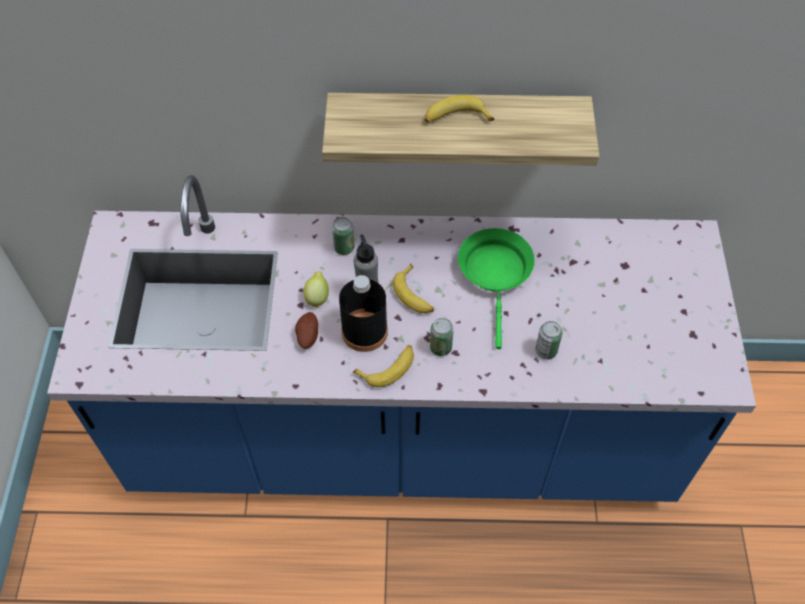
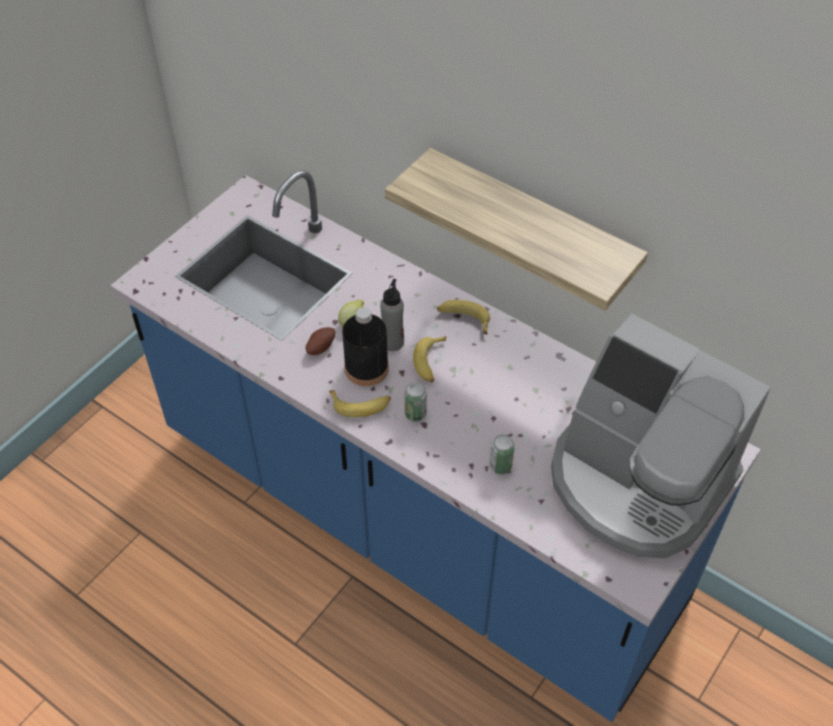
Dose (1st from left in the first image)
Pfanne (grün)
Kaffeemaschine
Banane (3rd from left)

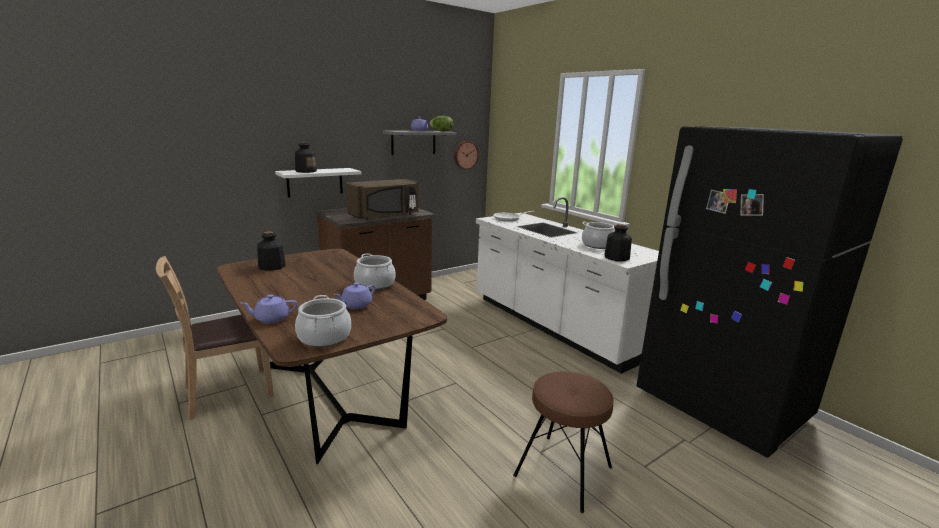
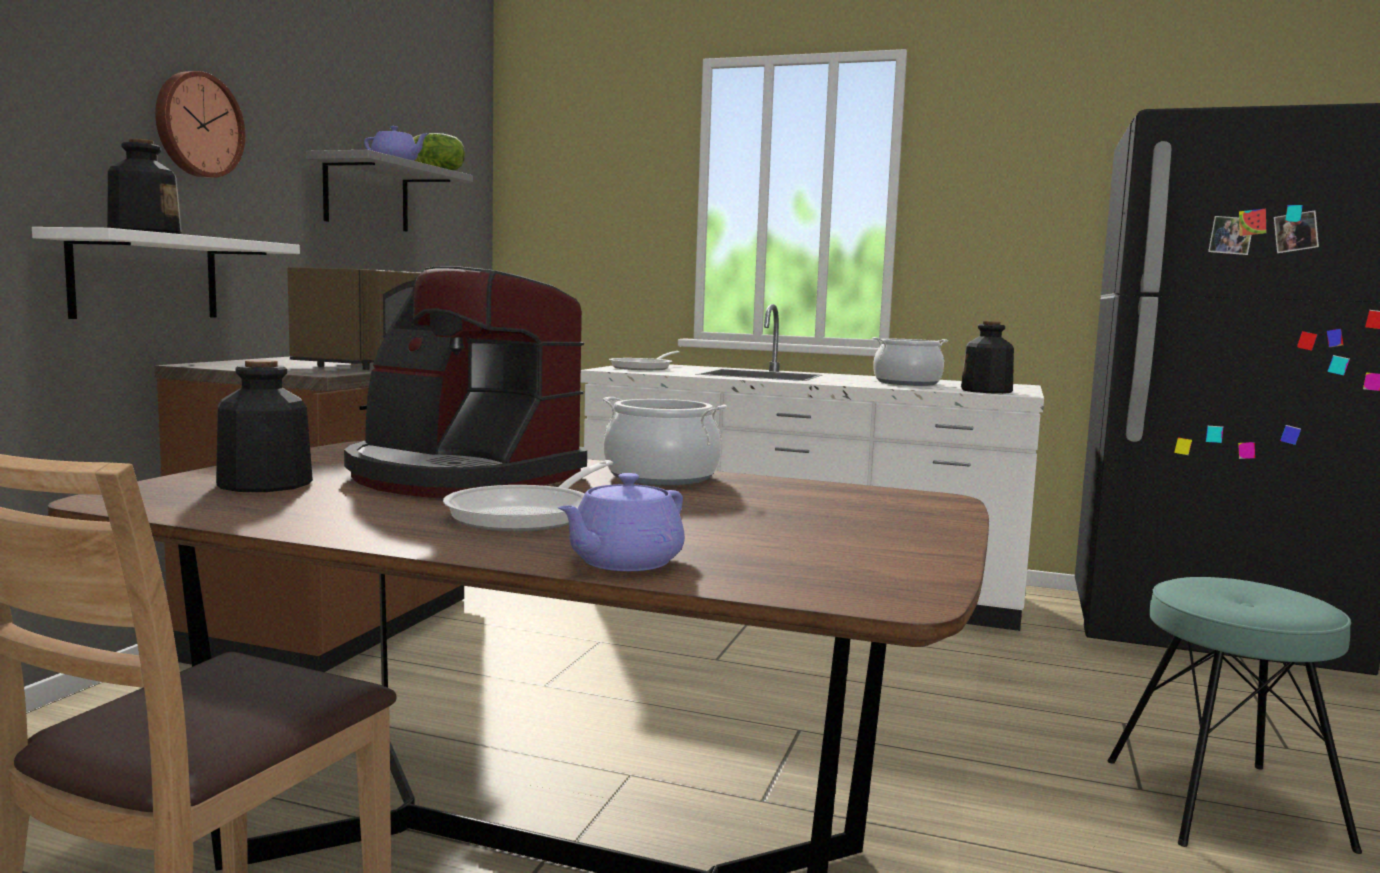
Kochtopf (1st from left in the first image)
Teekanne (lila) (2nd from left in the first image)
Kaffeemaschine
Pfanne (1st from left)
Wanduhr
Hocker (türkis)

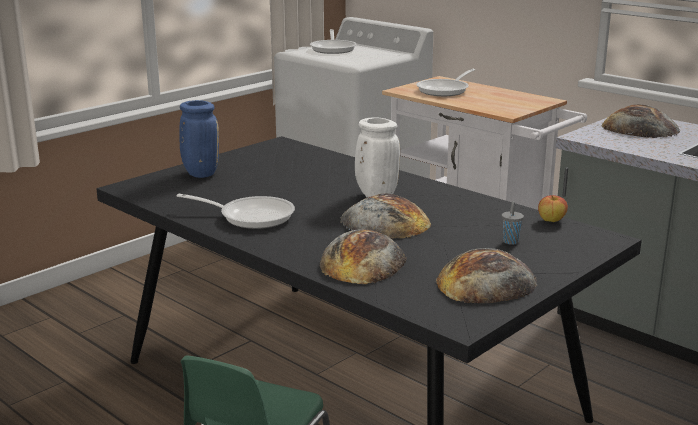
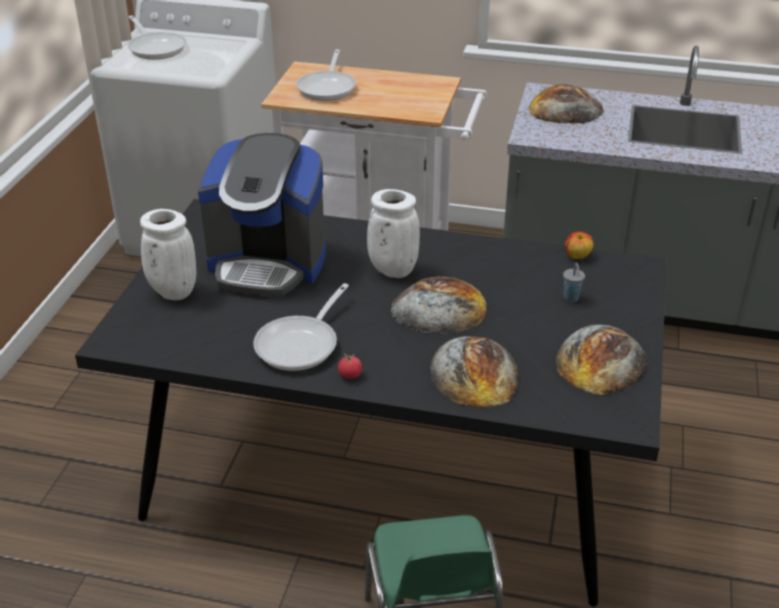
Kaffeemaschine
Tomate
Vase (weiß) (1st from left)
Pfanne (2nd from left)

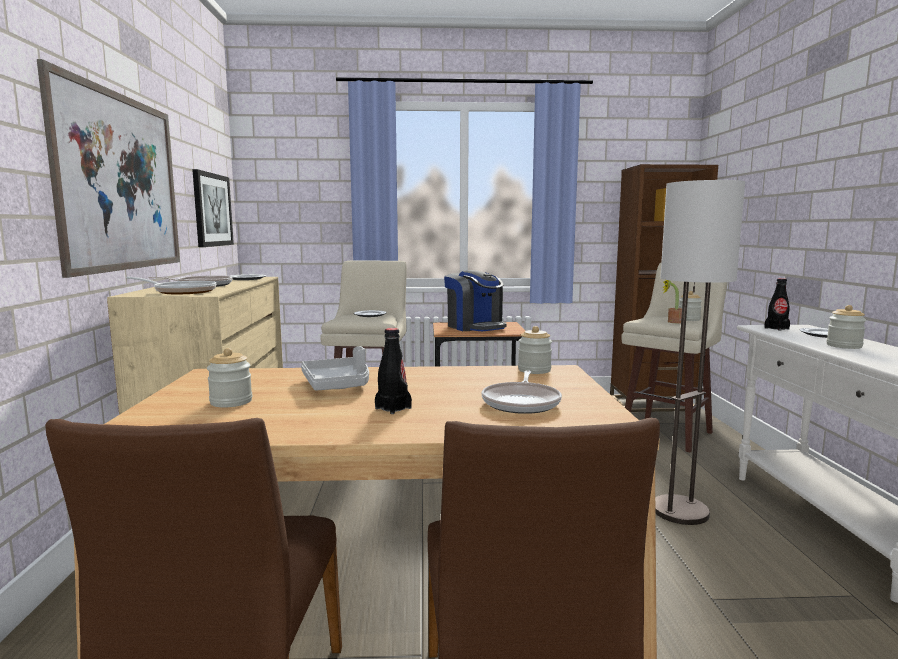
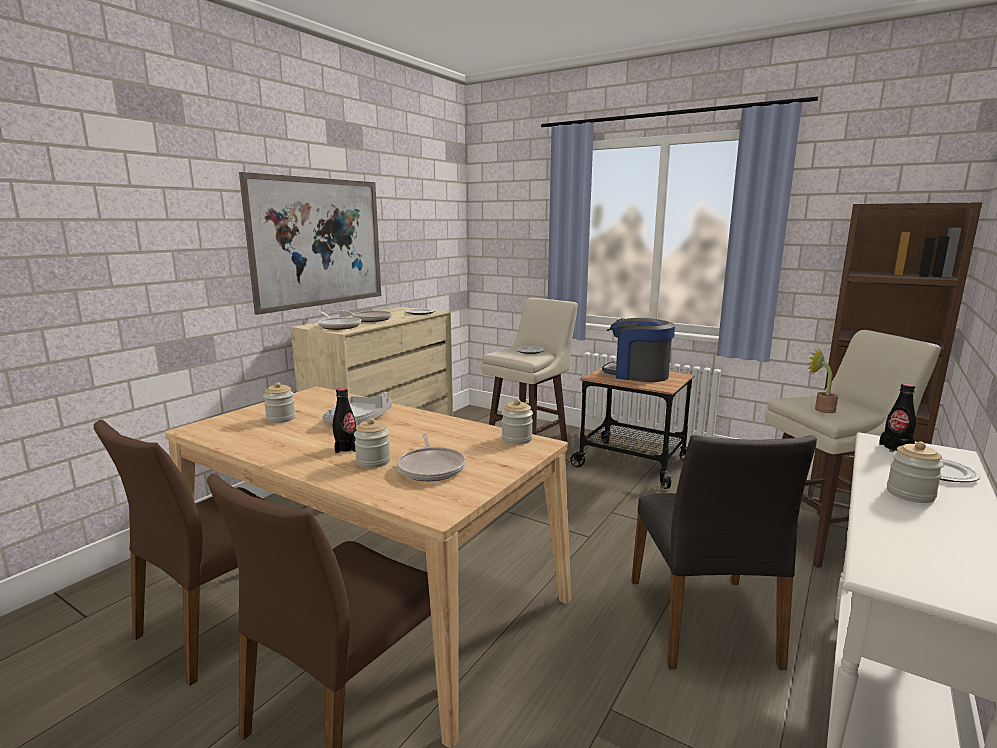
Bild (2nd from left in the first image)
Vorratsglas (2nd from left)
Stuhl (grau)
Kaffeemaschine
Pfanne (3rd from left)

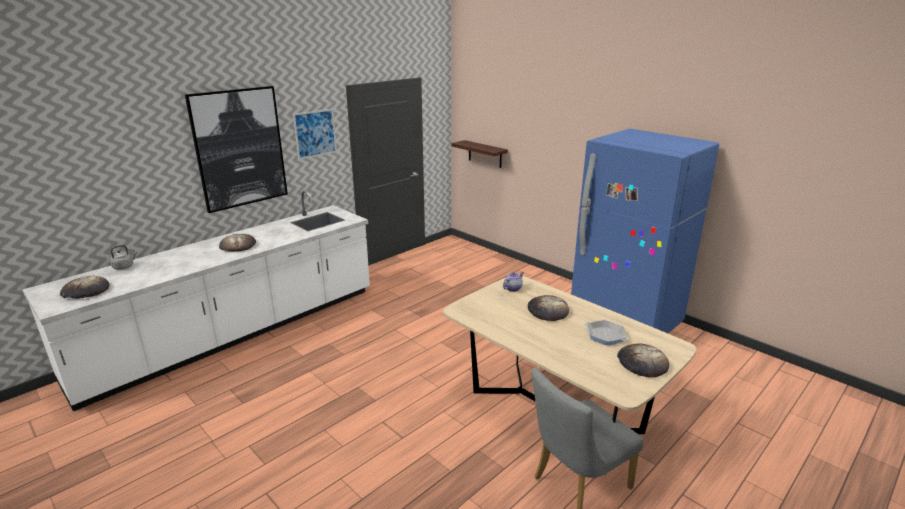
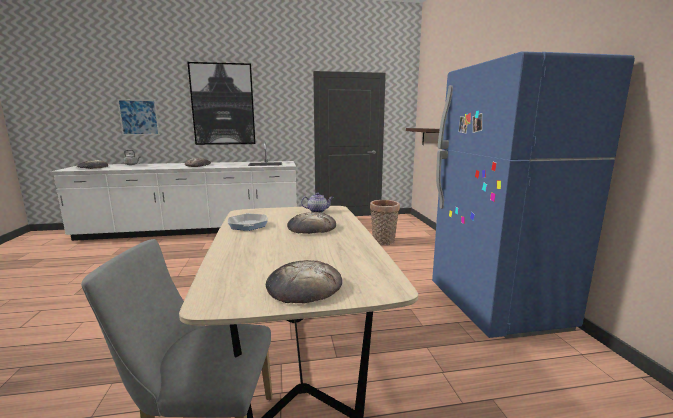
Korb
Bild (1st from left)
Pfanne

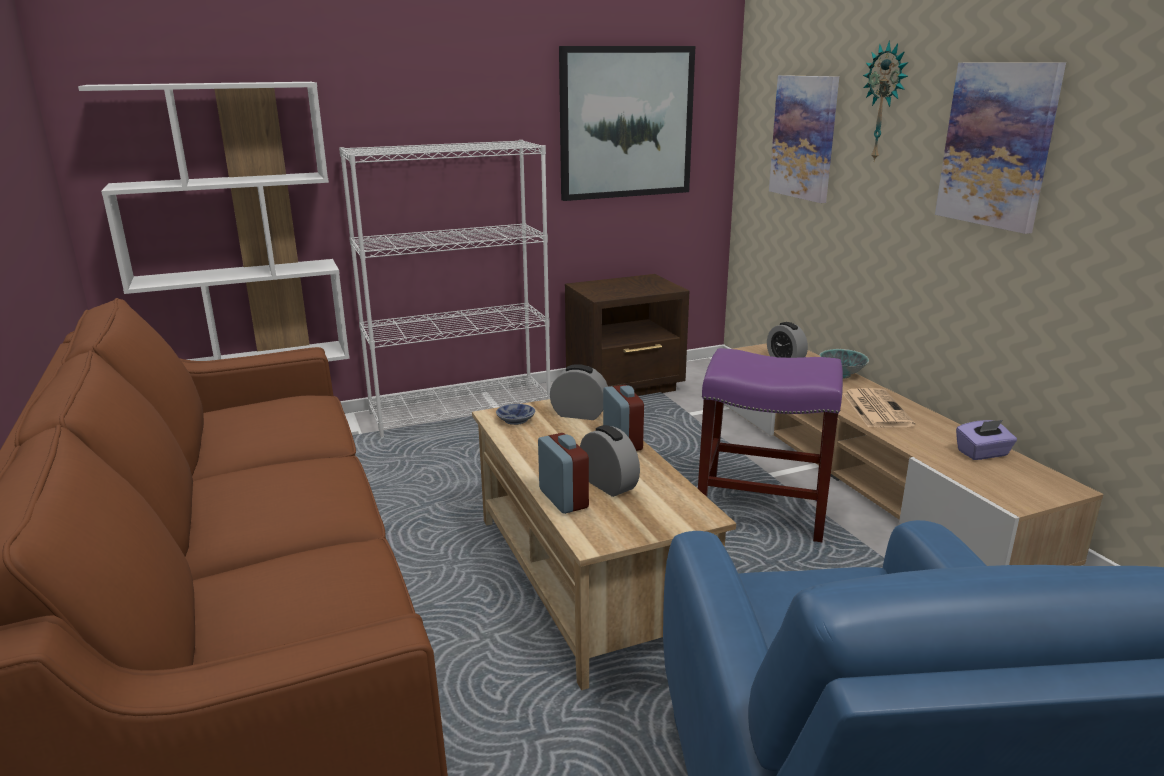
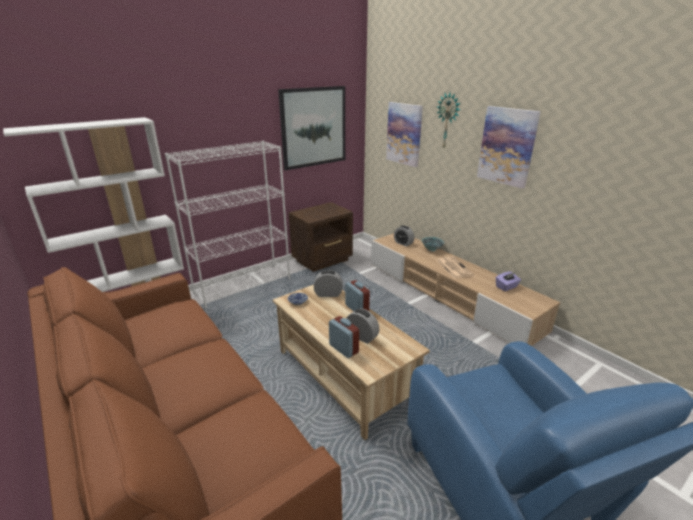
Hocker (lila)

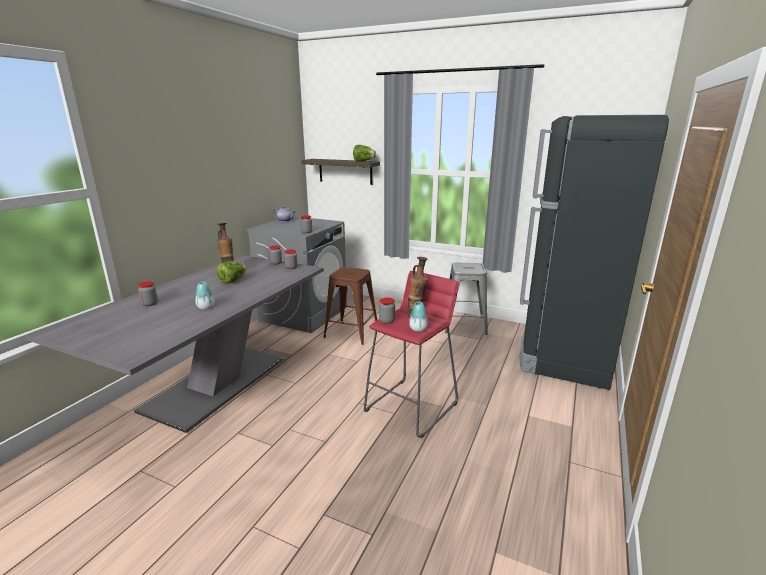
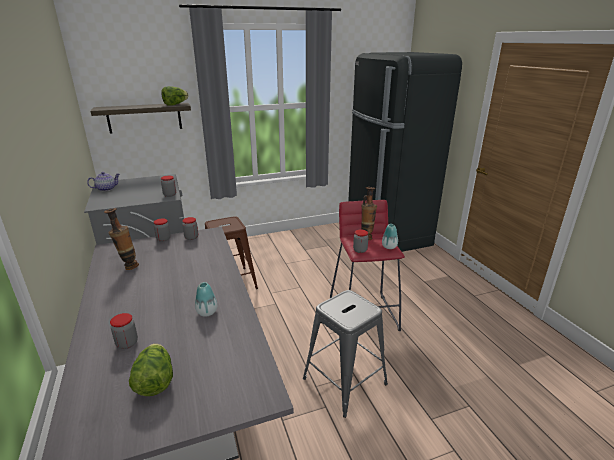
Salatkopf (1st from left)
Hocker (grau)

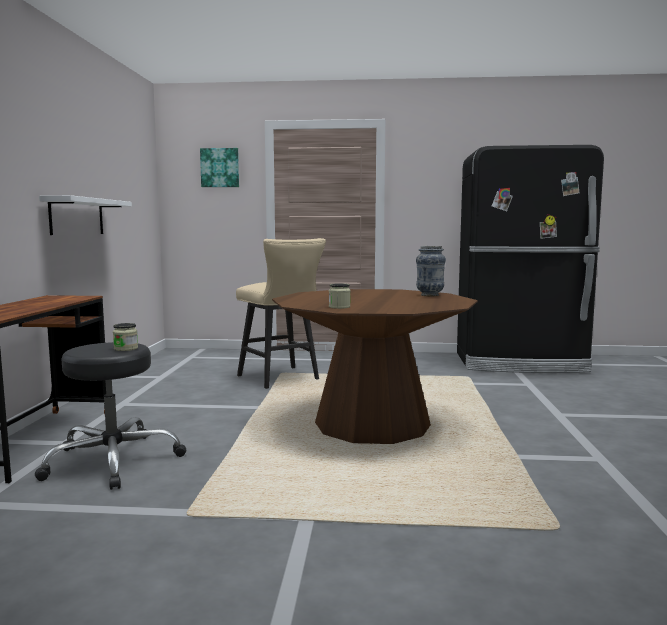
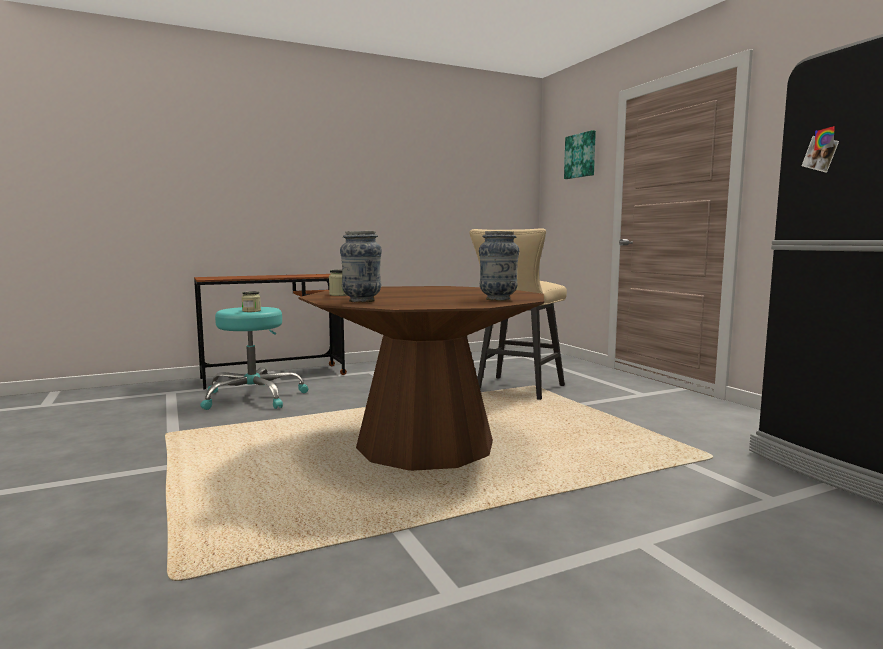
Wandregal (weiß)
Vase (1st from left)
Hocker (türkis)

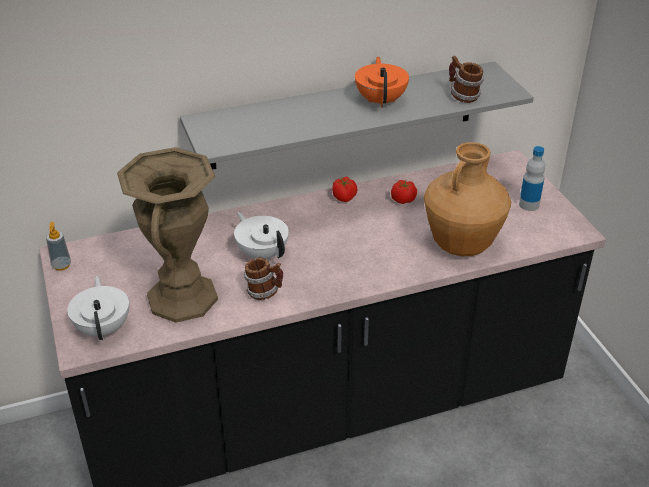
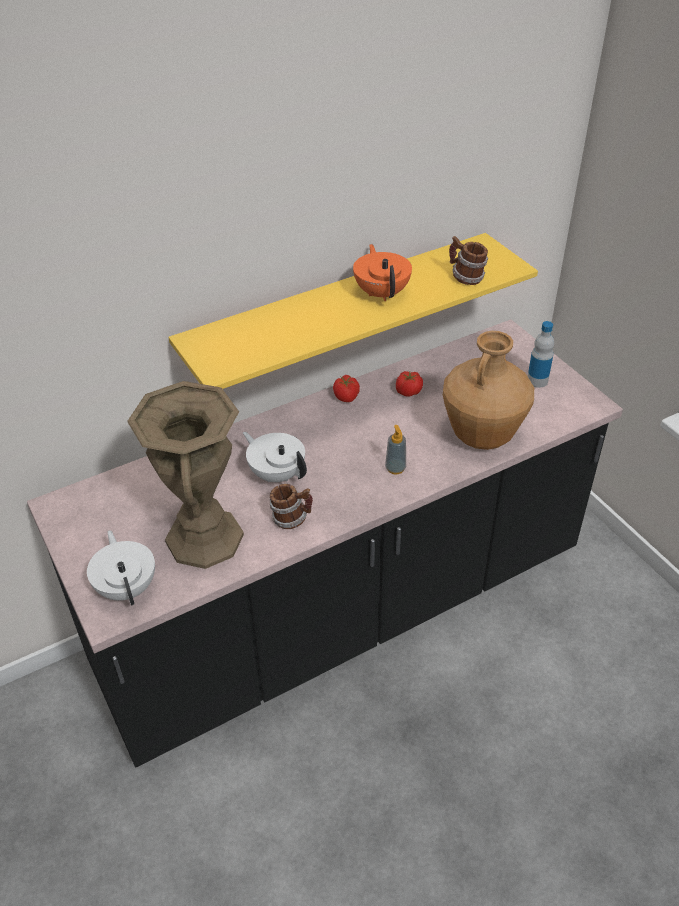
Seifenspender
Wandregal (gelb)

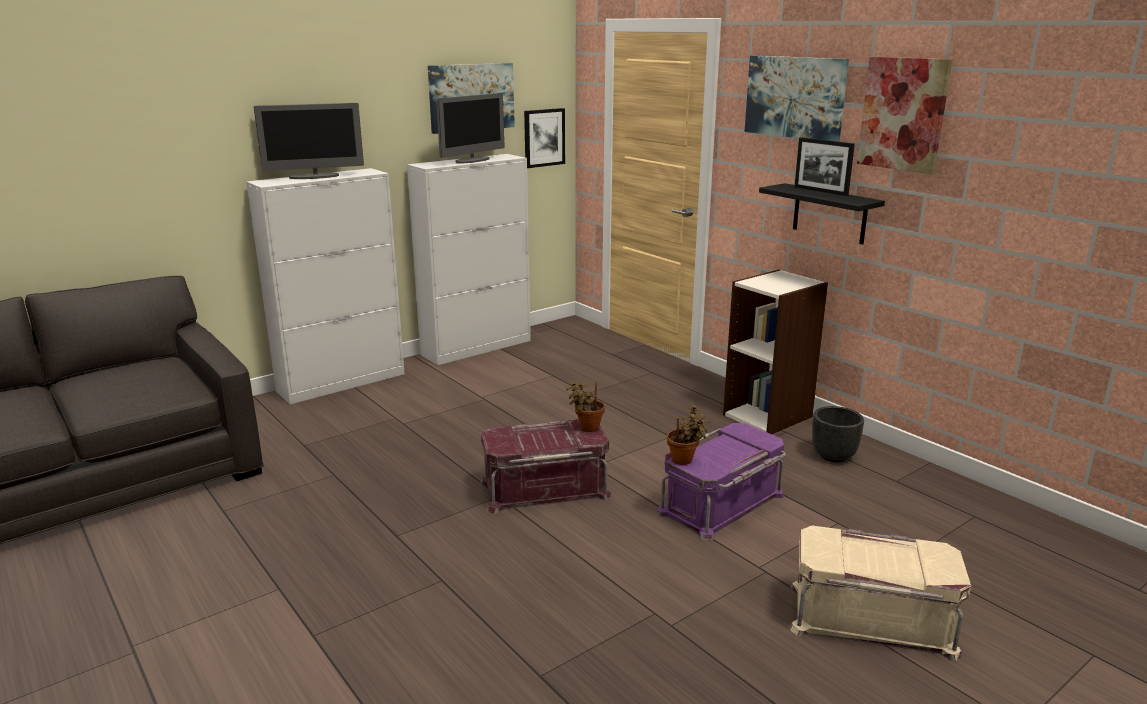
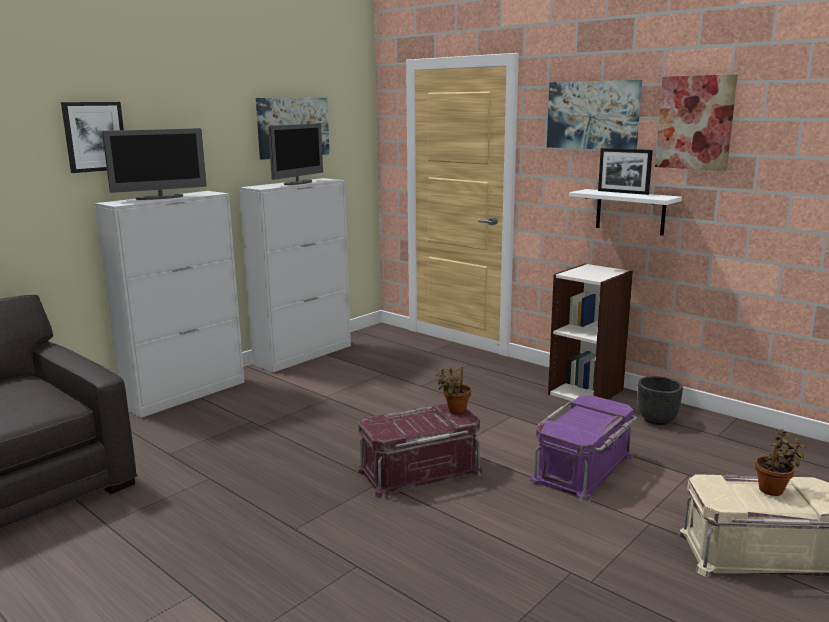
Bild (1st from left)
Topfpflanze (2nd from left)
Wandregal (weiß)

